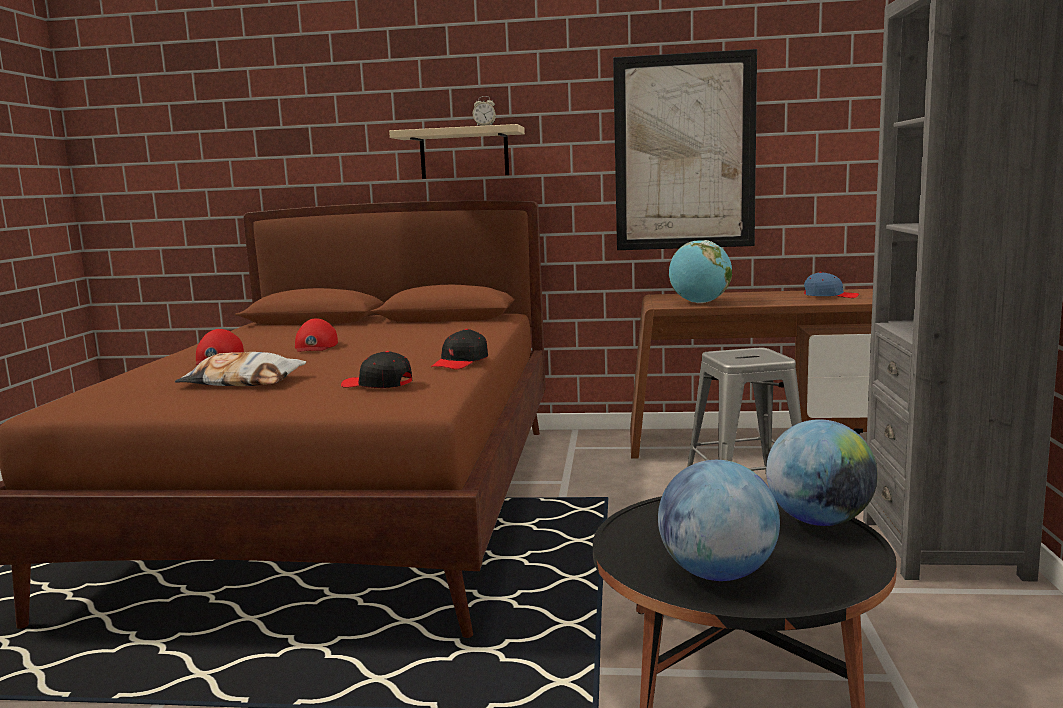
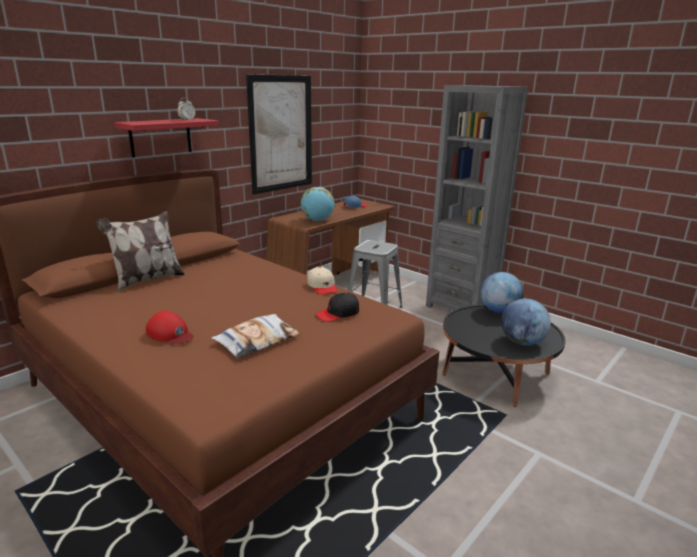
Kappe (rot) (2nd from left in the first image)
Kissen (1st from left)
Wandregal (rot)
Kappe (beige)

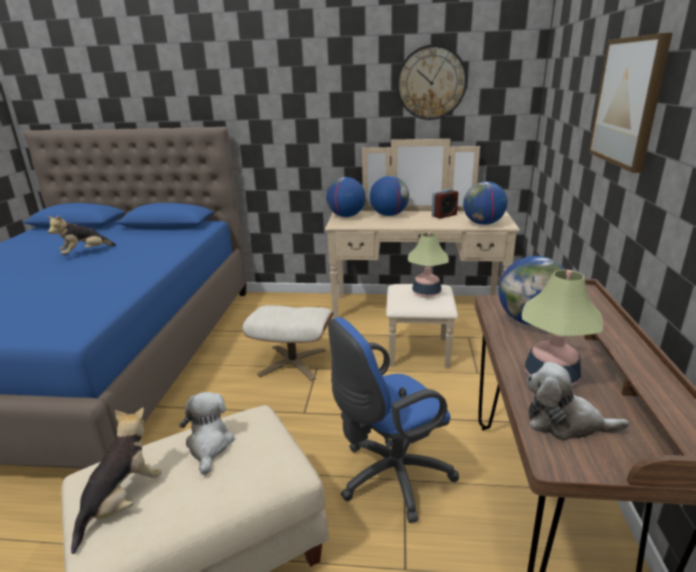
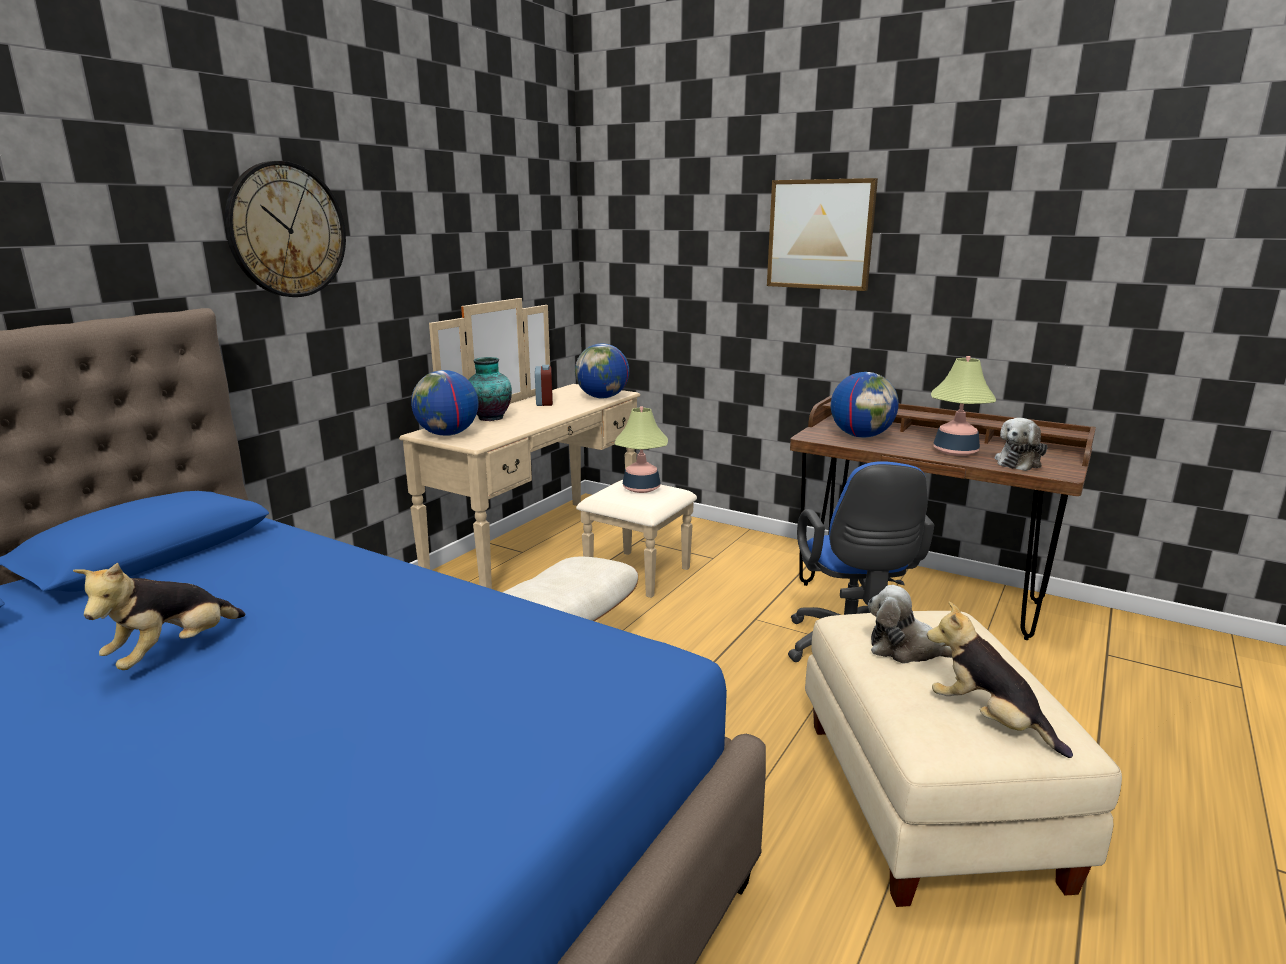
Wanduhr
Vase
Plüschtier (1st from left)

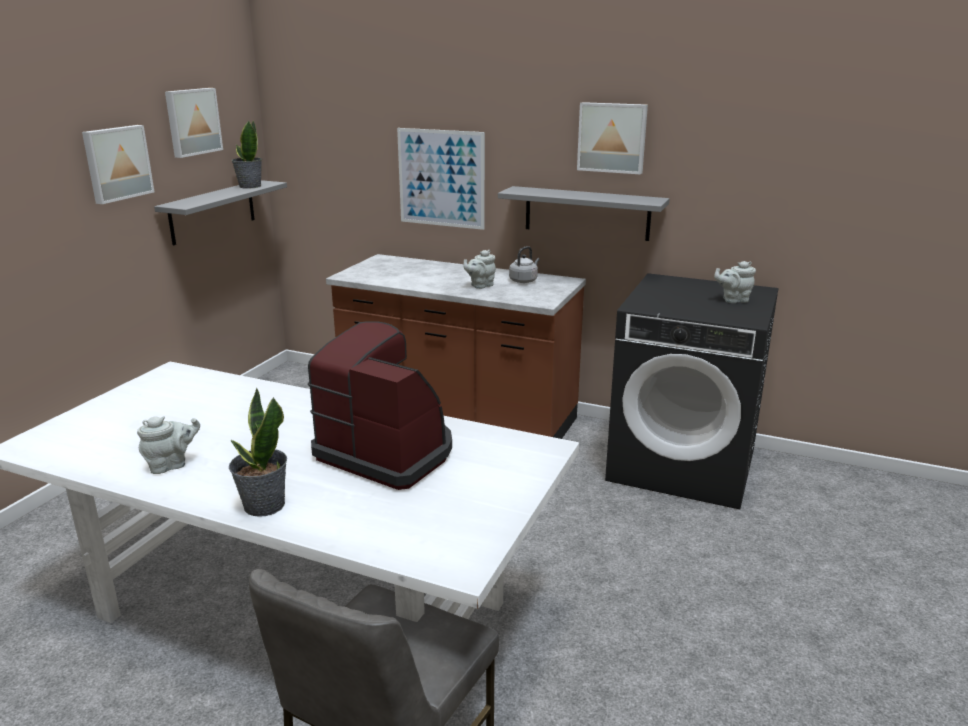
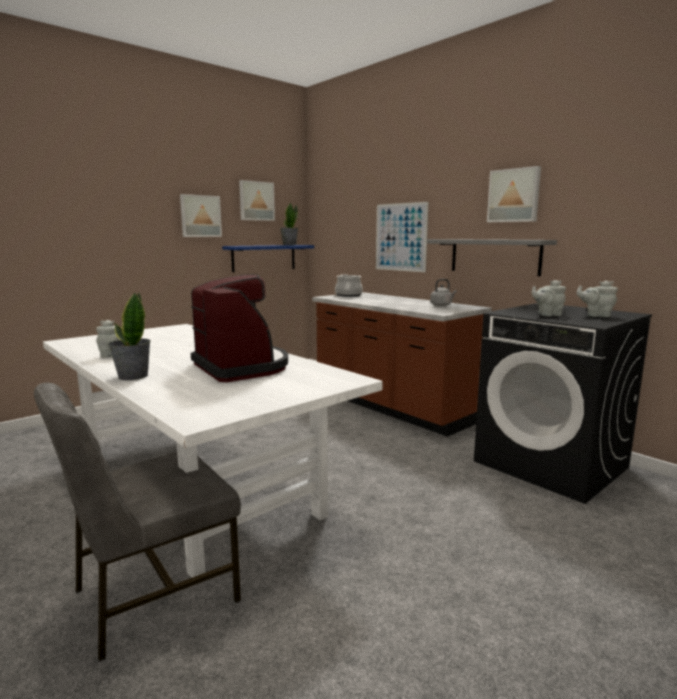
Kochtopf
Teekanne (grau) (2nd from left)
Wandregal (blau)

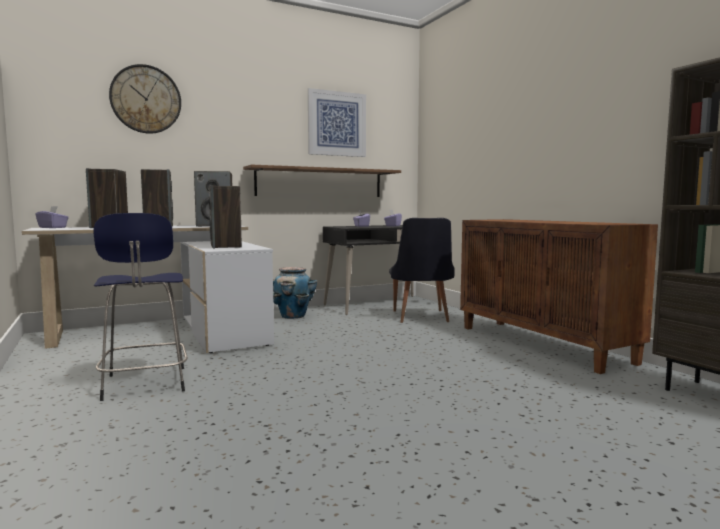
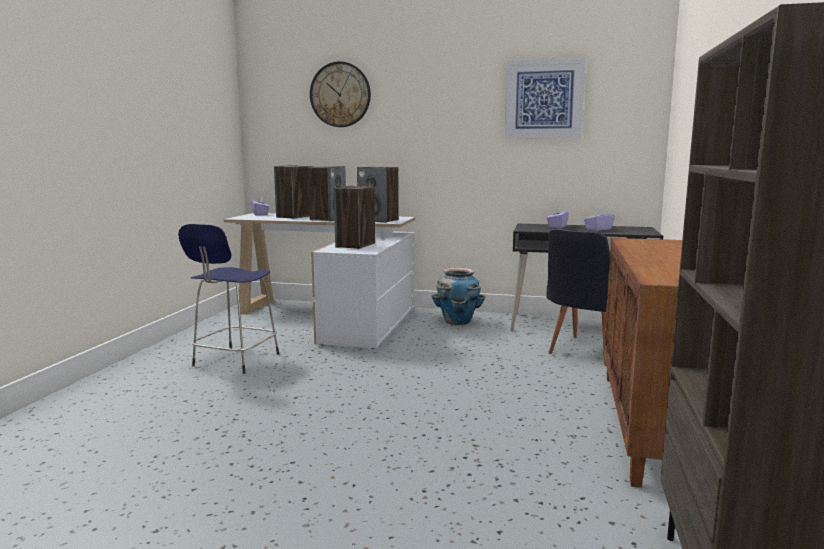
Wandregal (braun)

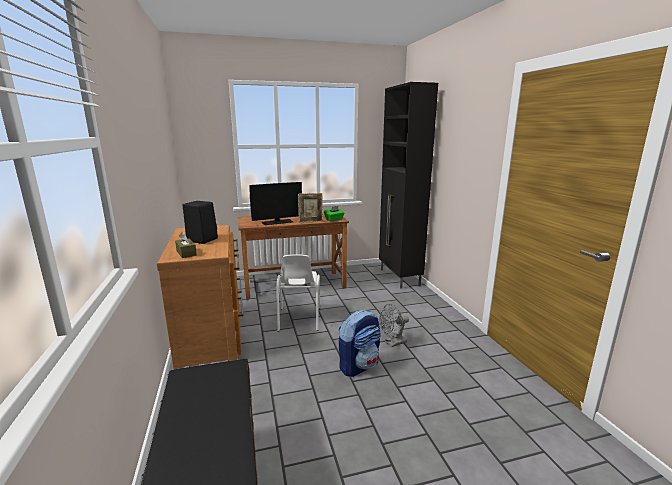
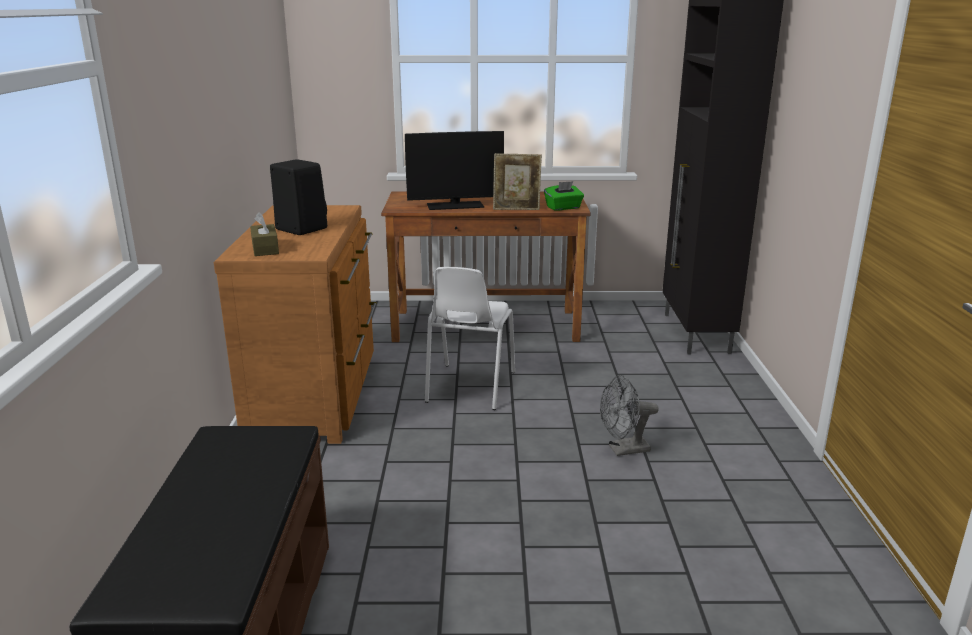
Rucksack

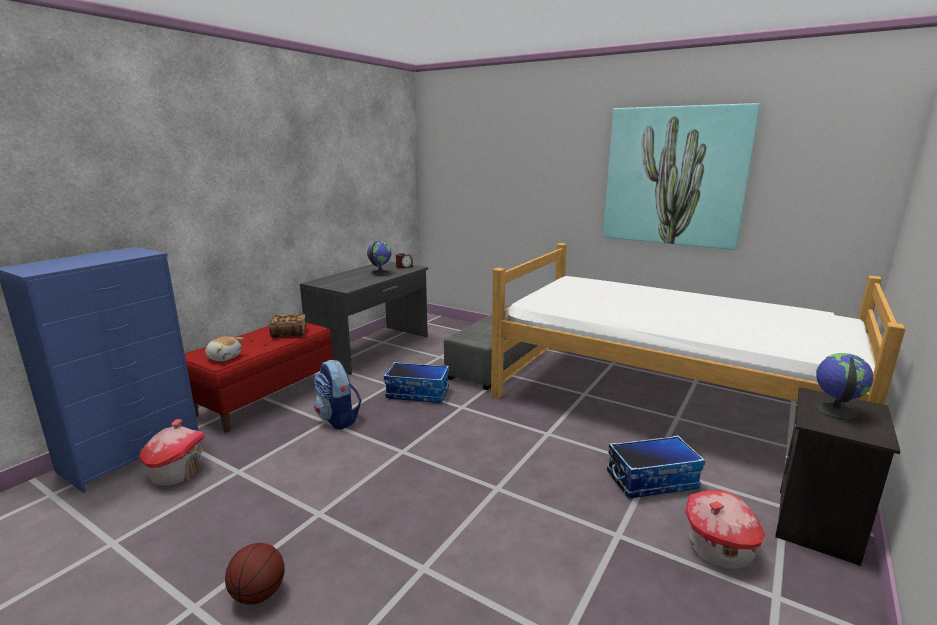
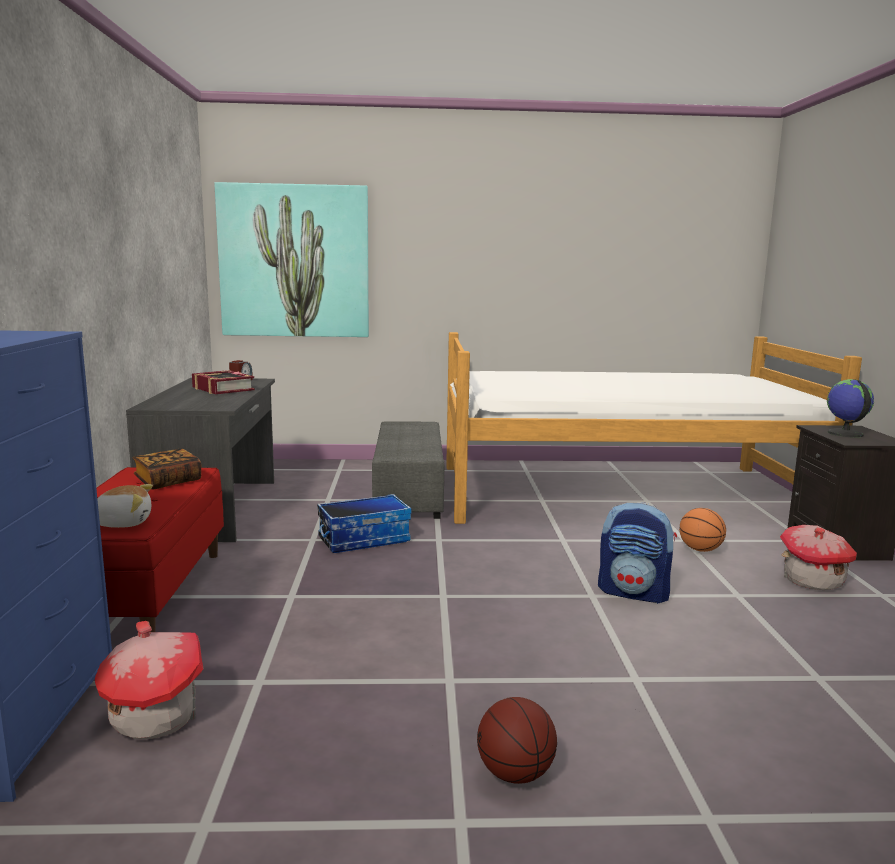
Rucksack
Bild
Buch (2nd from left)
Basketball (2nd from left)

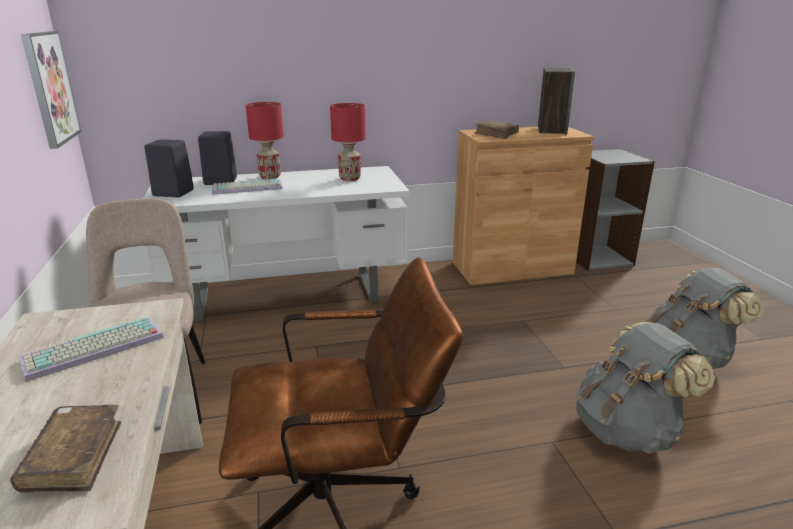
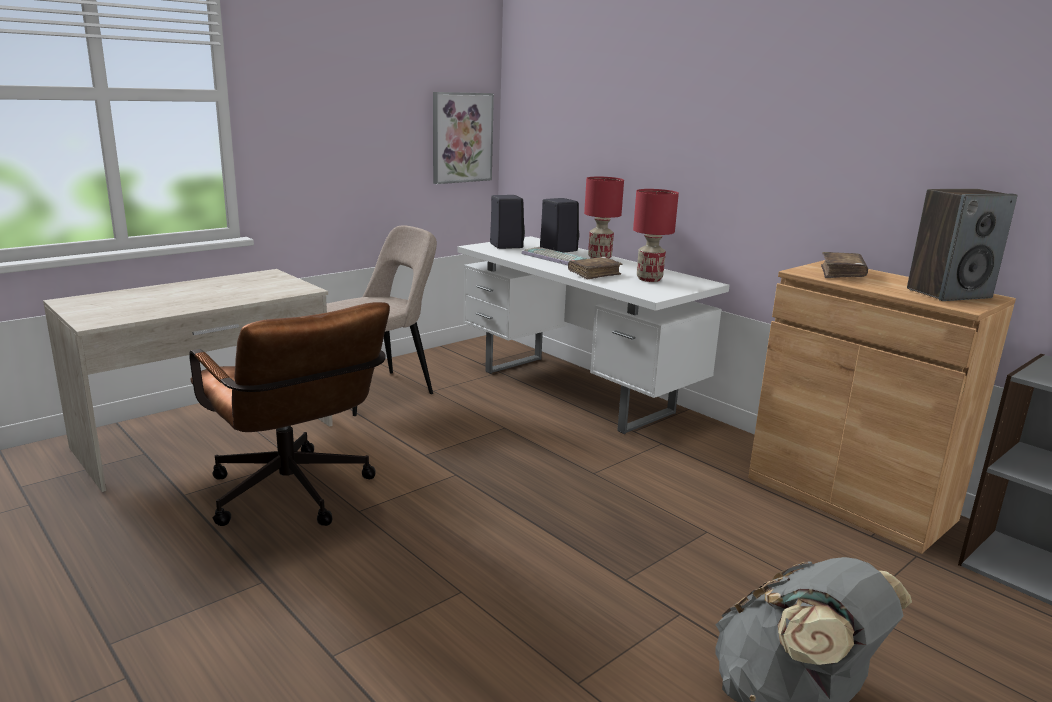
Tastatur (1st from left in the first image)
Rucksack (grau) (1st from left in the first image)
Buch (braun) (1st from left)

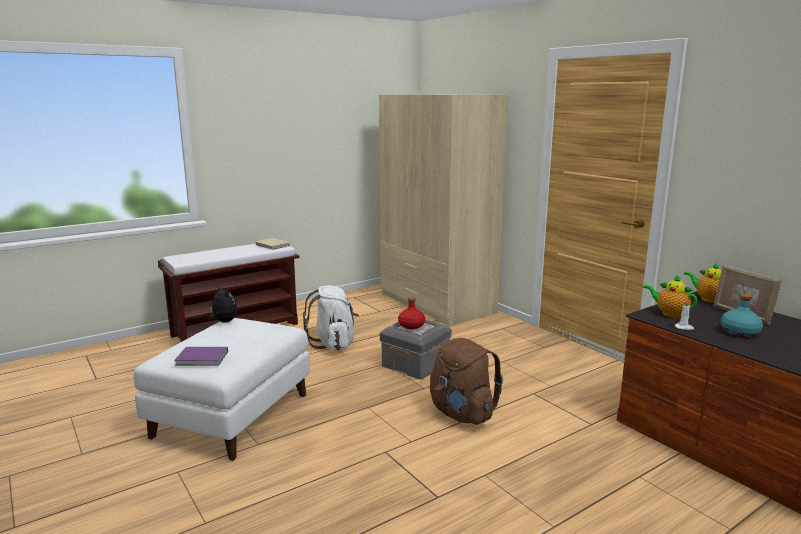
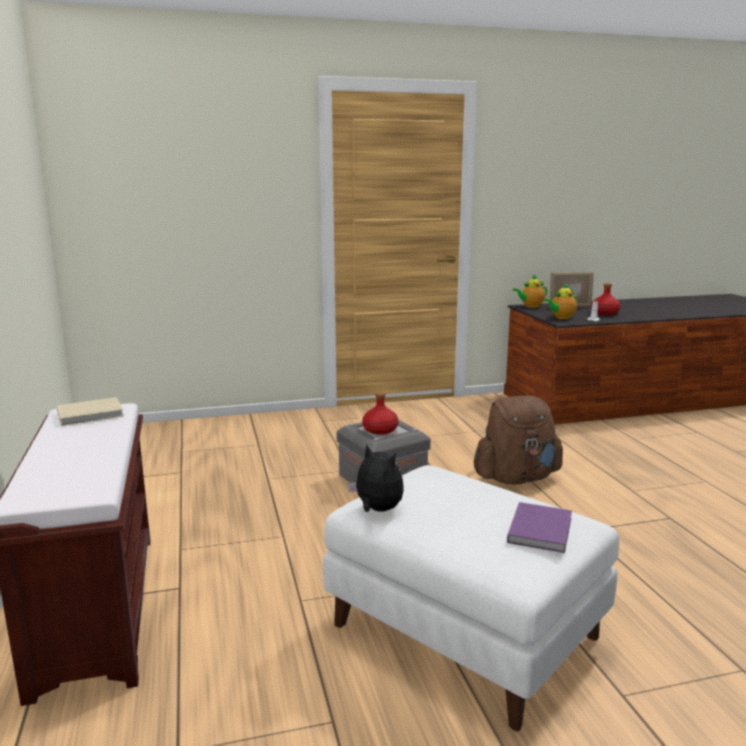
Rucksack (weiß)
Kleiderschrank (beige)
Flasche (rot) (2nd from left)
Plüschtier

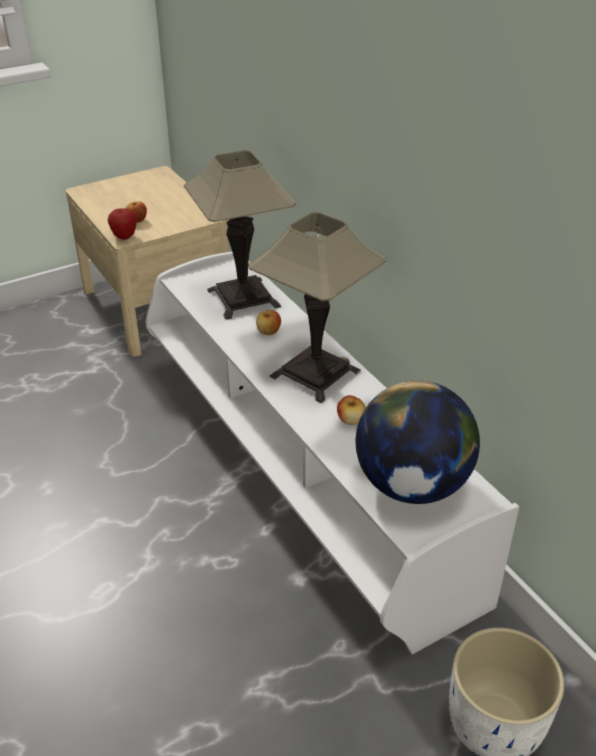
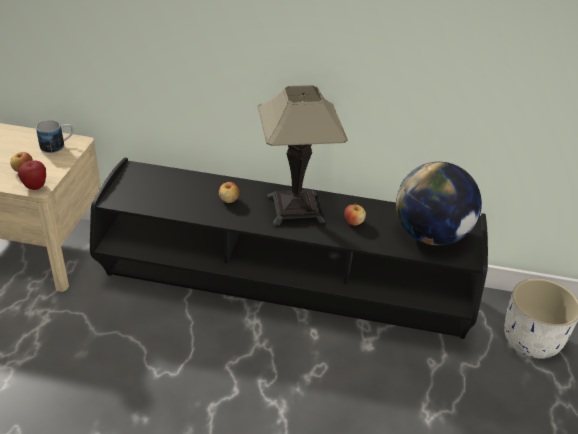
Tischlampe (1st from left in the first image)
Henkelbecher
Fernsehschrank (schwarz)

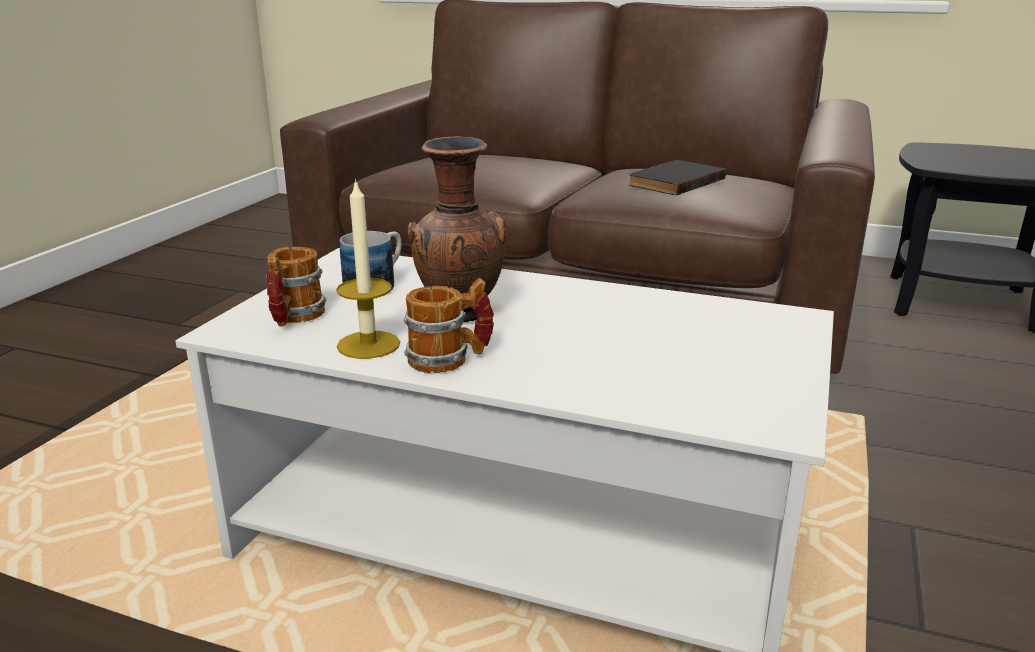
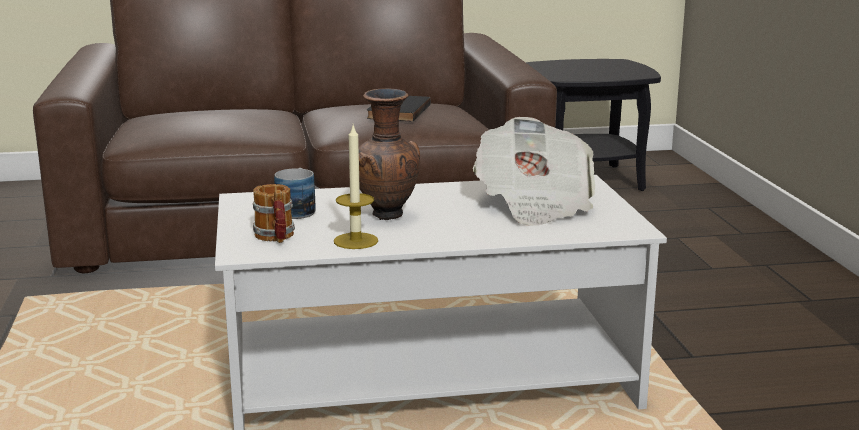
Henkelbecher (3rd from left in the first image)
Zeitung

